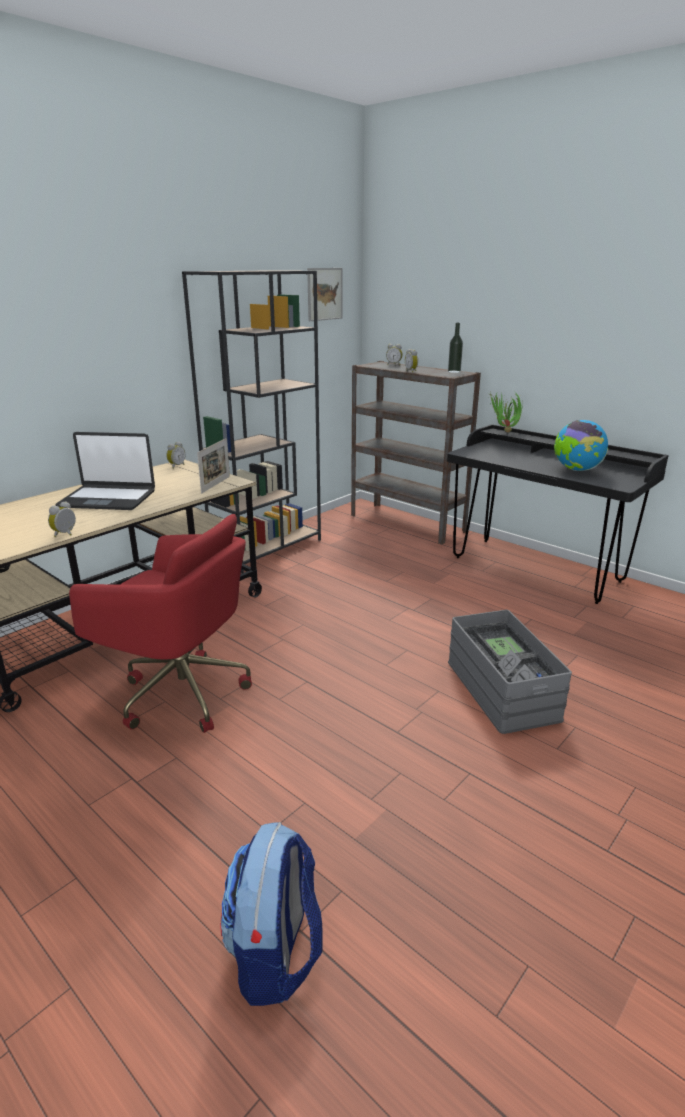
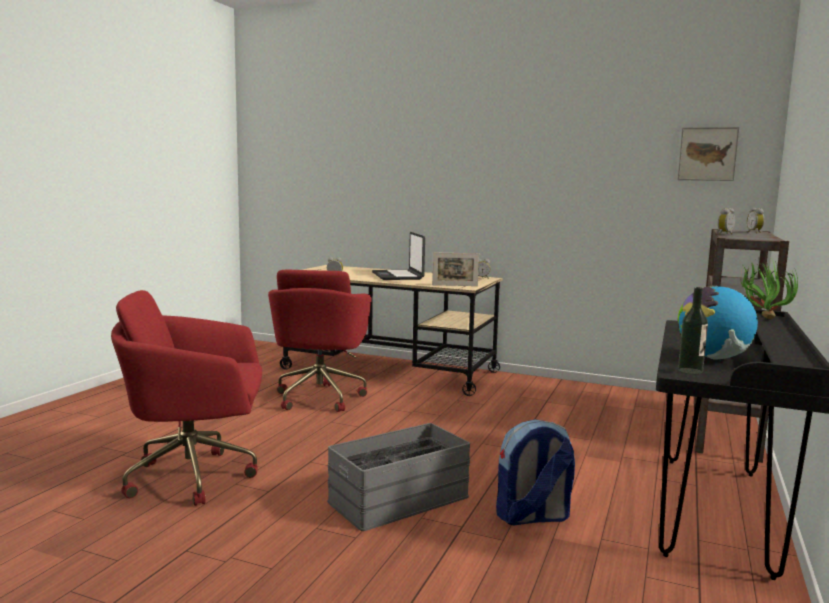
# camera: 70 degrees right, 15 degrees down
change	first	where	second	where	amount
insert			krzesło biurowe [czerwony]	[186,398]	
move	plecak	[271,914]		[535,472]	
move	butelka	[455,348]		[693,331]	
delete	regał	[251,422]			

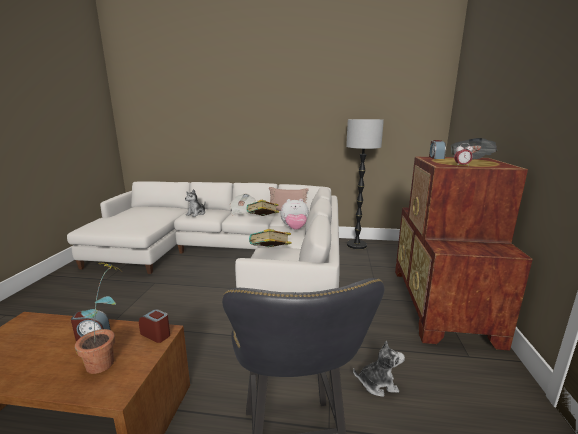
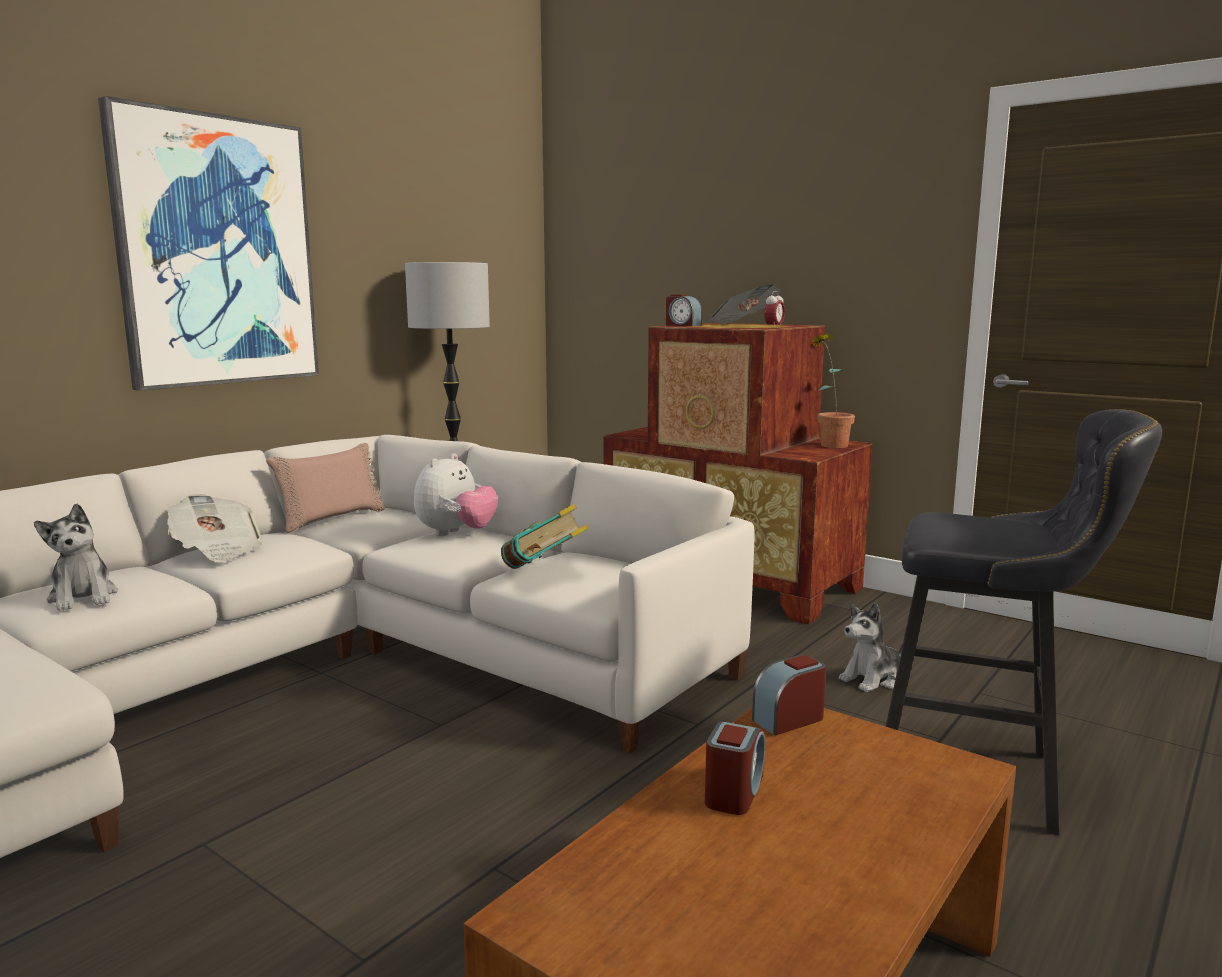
# camera: 60 degrees left, 5 degrees down
change	first	where	second	where	amount
insert			obraz	[208,243]	
move	roślina doniczkowa	[97,318]		[832,389]	
rotate	pluszak	[379,368]		[871,647]	150 degrees counterclockwise
delete	książka	[262,208]			

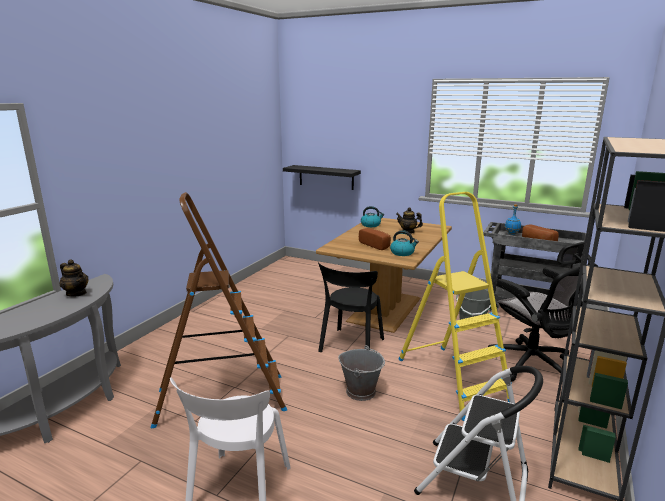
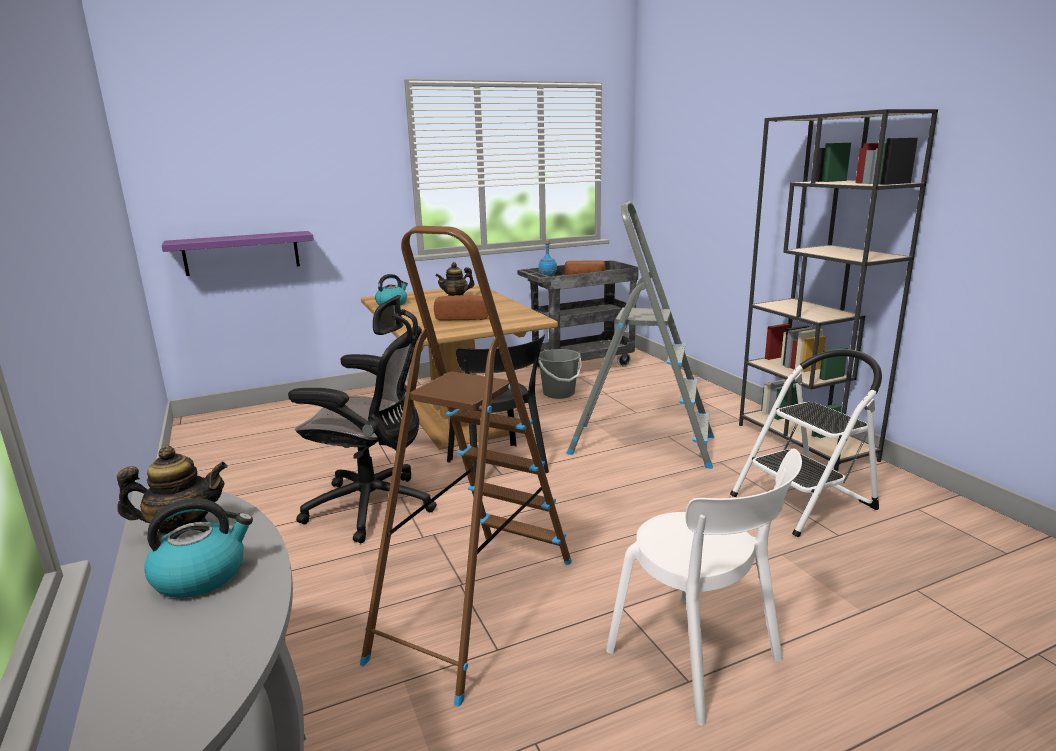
# camera: 50 degrees left, 0 degrees up
change	first	where	second	where	amount
move	czajnik	[404,243]		[198,548]	
recolor	półka [czarny]	[322,177]	półka [fioletowy]	[237,253]	
move	krzesło biurowe	[543,311]		[362,419]	
recolor	drabinka [żółty]	[455,306]	drabinka [szary]	[640,334]	
delete	wiadro [szary]	[361,373]			

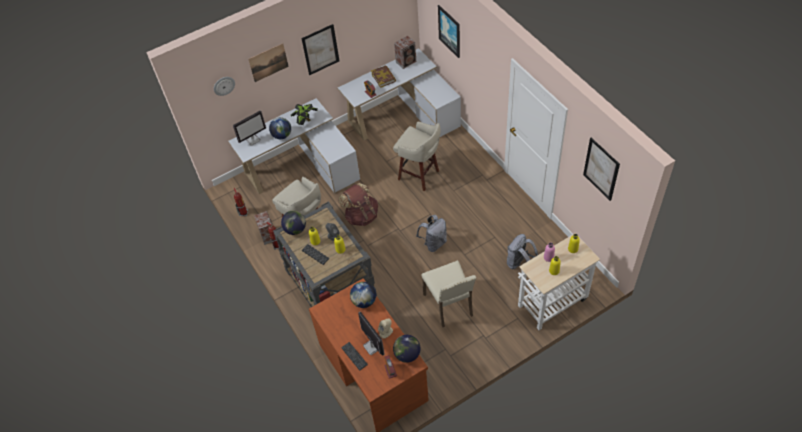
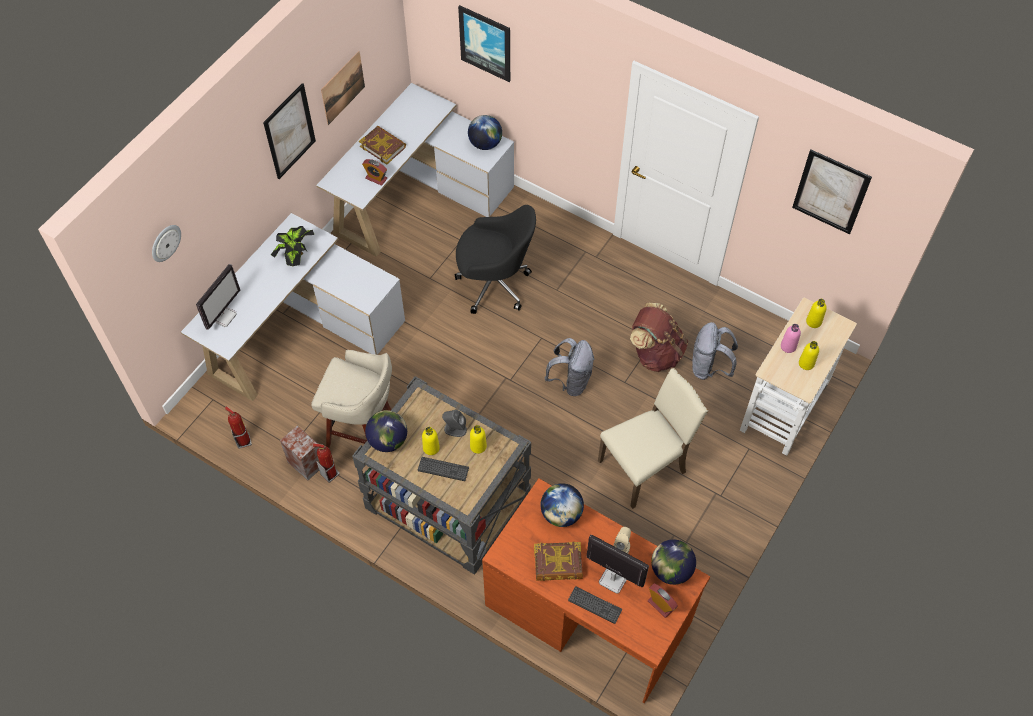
# camera: 30 degrees left, 5 degrees up
change	first	where	second	where	amount
move	obraz	[268,62]		[343,88]	
replace	stołek [beżowy]	[417,156]	krzesło biurowe [czarny]	[495,259]	
move	globus	[280,128]		[485,132]	
insert			książka	[558,561]	
rotate	krzesło [beżowy]	[448,293]		[653,438]	75 degrees counterclockwise
move	plecak [brązowy]	[358,204]		[659,337]	
delete	głośnik	[405,52]			

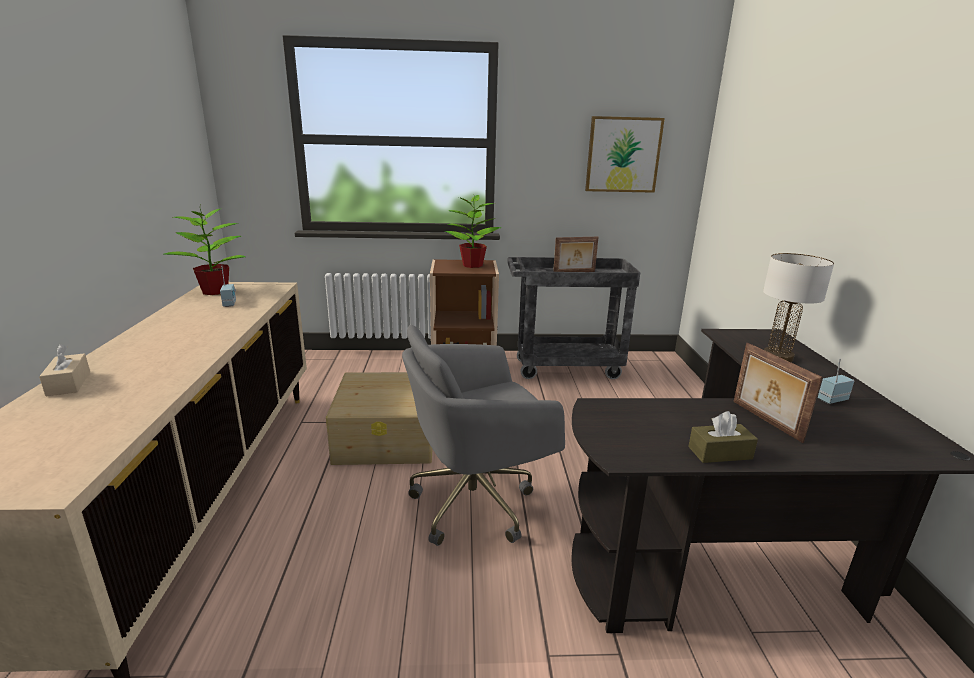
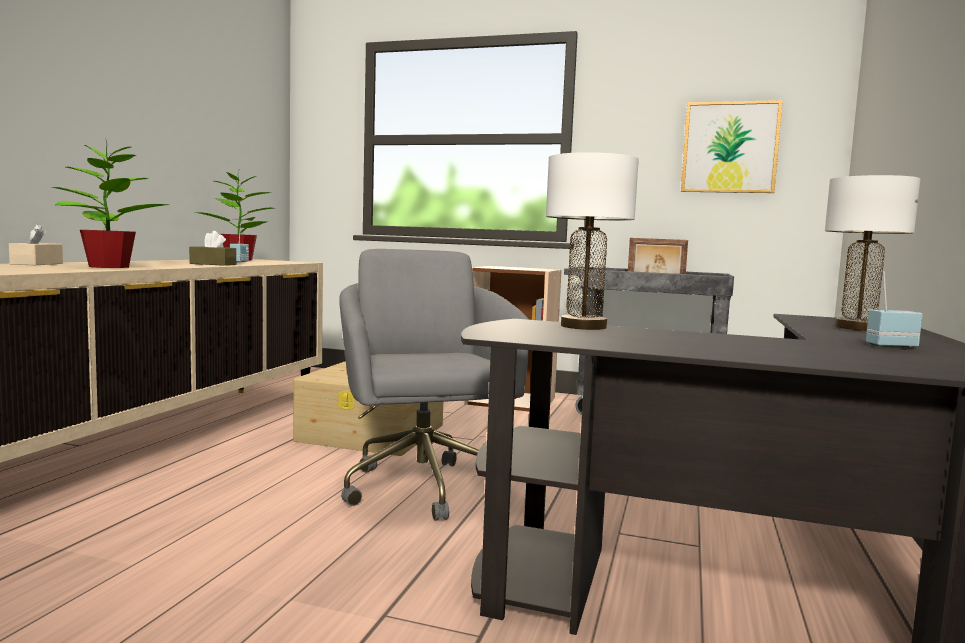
# camera: 20 degrees right, 15 degrees down
change	first	where	second	where	amount
move	roślina doniczkowa	[473,231]		[110,202]	
move	pudełko chusteczek [brązowy]	[723,437]		[212,248]	
rotate	krzesło biurowe [szary]	[483,435]		[434,385]	75 degrees clockwise
insert			lampa stołowa	[592,241]	
delete	ramka na zdjęcie	[777,393]			

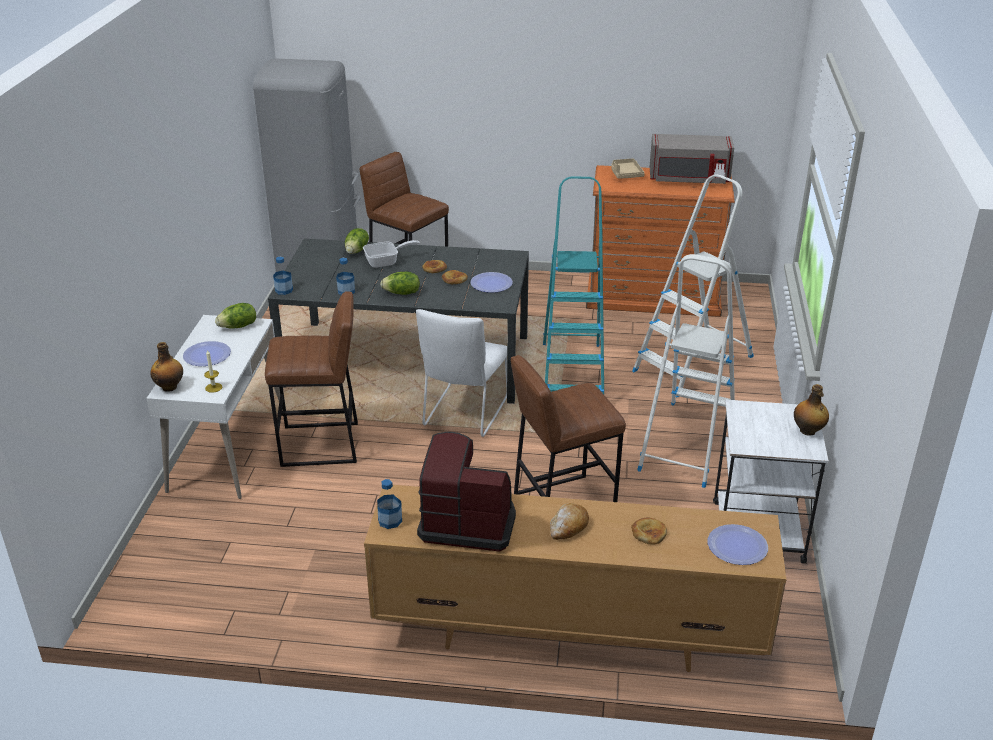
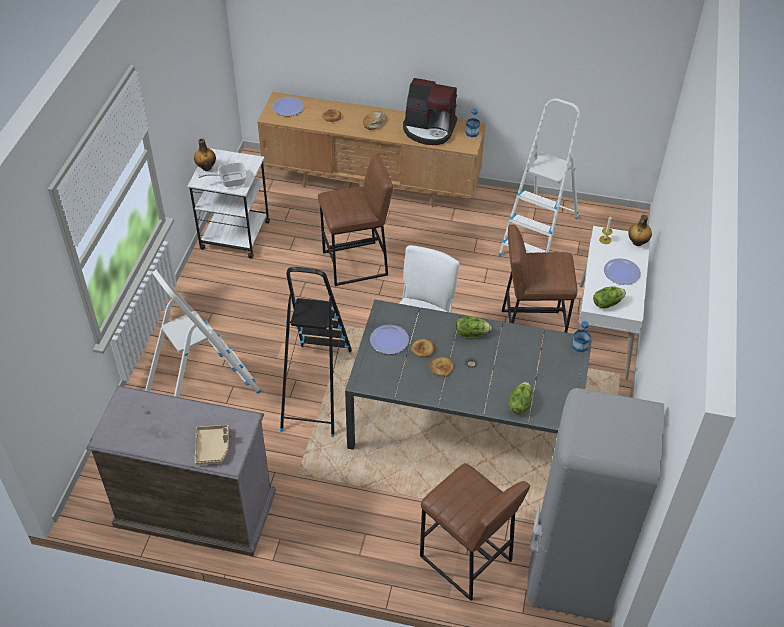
# camera: 175 degrees left, 15 degrees up
change	first	where	second	where	amount
recolor	komoda [pomarańczowy]	[660,241]	komoda [szary]	[181,471]	
move	patelnia	[391,254]		[222,174]	
recolor	drabinka [turkusowy]	[573,285]	drabinka [czarny]	[316,352]	
move	drabinka [biały]	[686,371]		[539,178]	
delete	butelka	[345,276]			
delete	mikrofalówka [szary]	[692,159]			

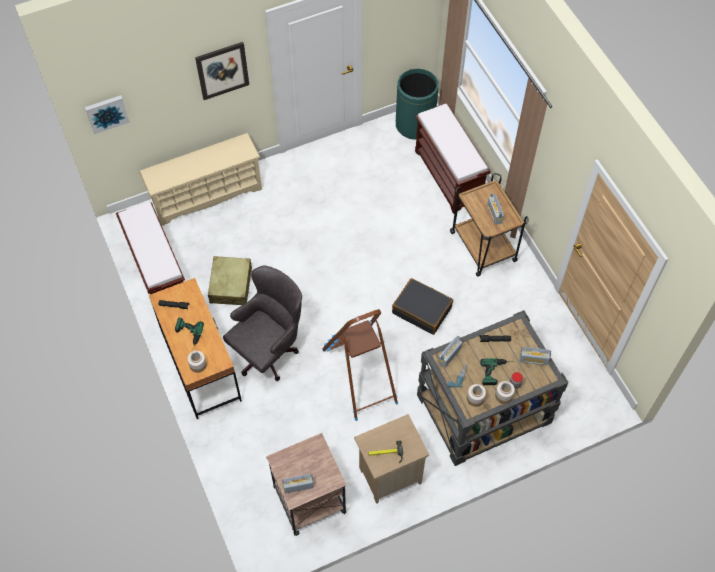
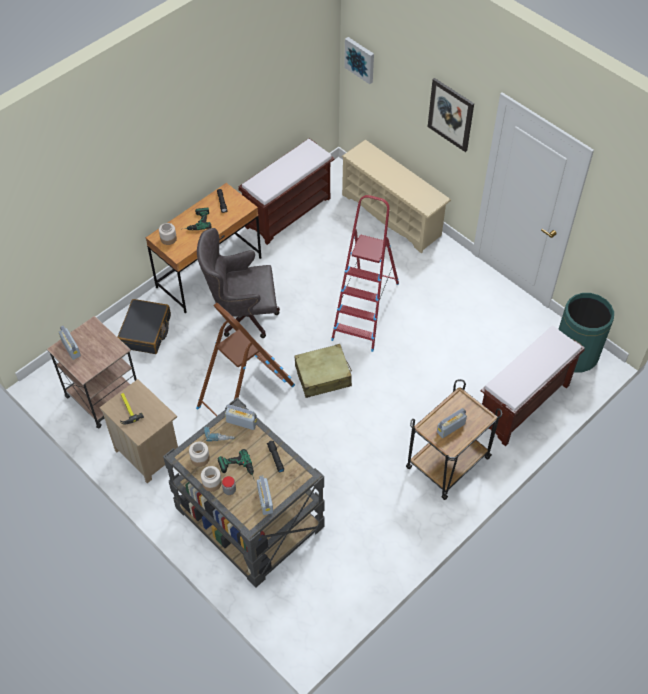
# camera: 70 degrees right, 5 degrees down
change	first	where	second	where	amount
move	walizka [czarny]	[422,306]		[144,326]	
rotate	krzesło biurowe [szary]	[262,323]		[238,283]	150 degrees clockwise
move	walizka [beżowy]	[230,280]		[323,371]	
insert			drabinka [czerwony]	[365,273]	

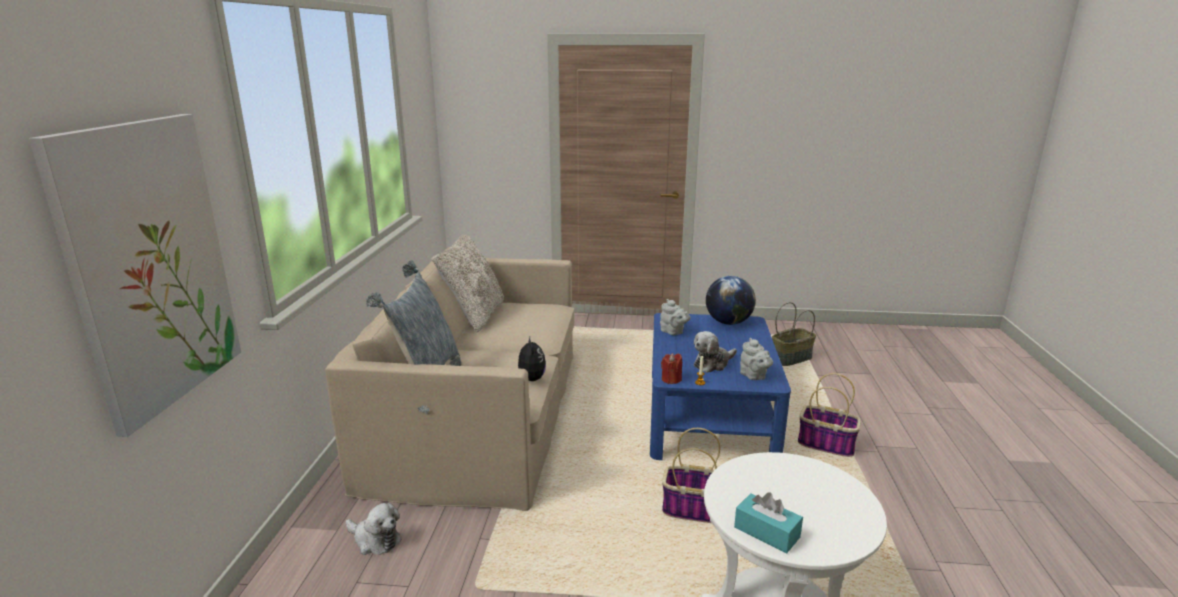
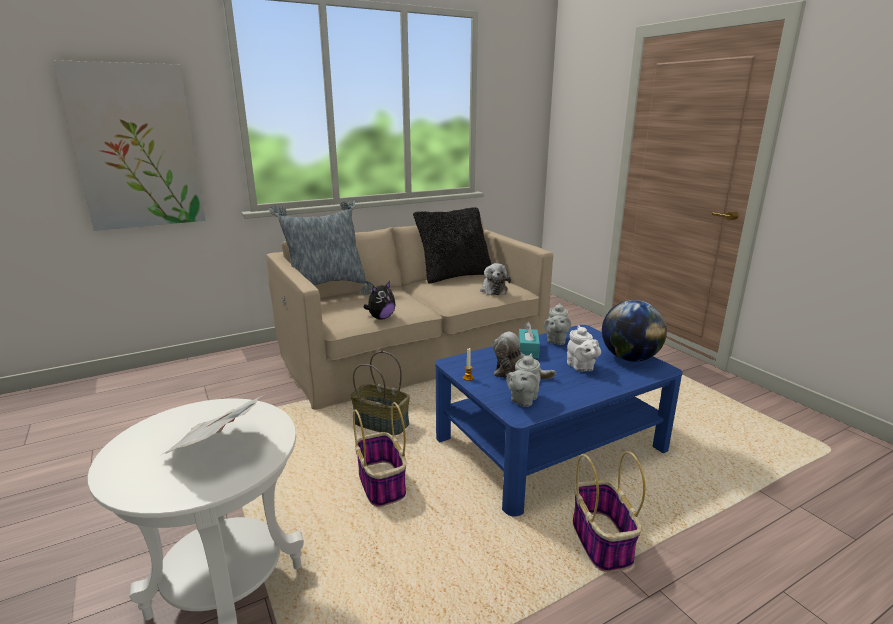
# camera: 55 degrees right, 0 degrees up
change	first	where	second	where	amount
insert			gazeta	[211,425]	
move	koszyk	[794,334]		[380,393]	
recolor	poduszka [beżowy]	[468,283]	poduszka [czarny]	[452,245]	
move	pluszak	[374,529]		[495,279]	
move	pudełko chusteczek [turkusowy]	[768,522]		[529,340]	
insert			imbryk [biały]	[584,348]	
delete	świeca [czerwony]	[671,368]			

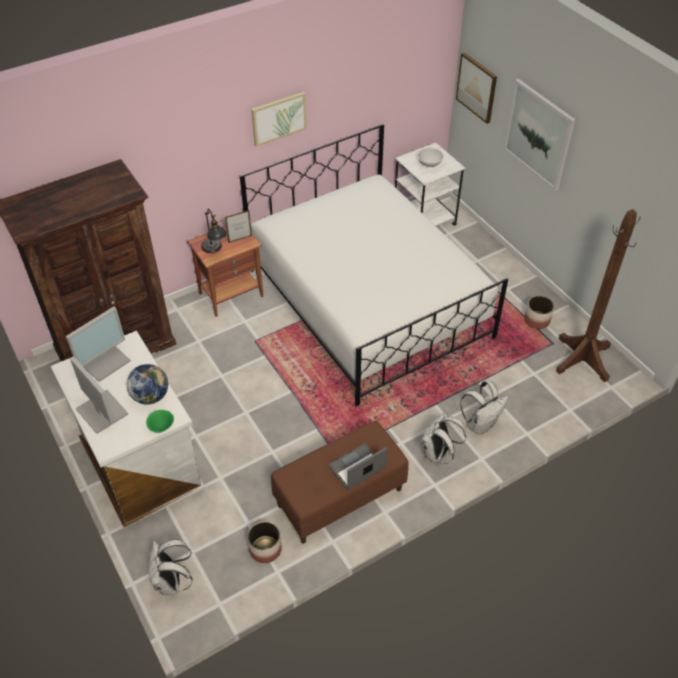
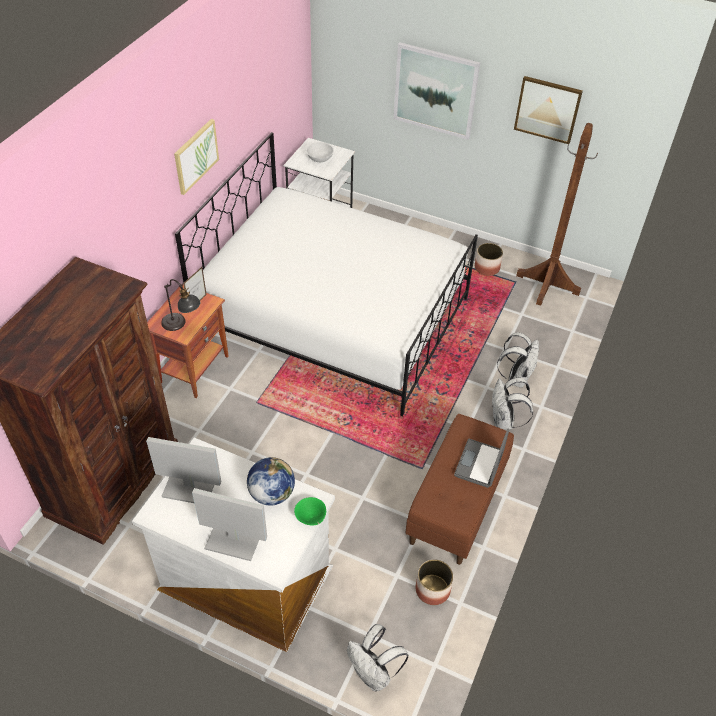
# camera: 35 degrees left, 0 degrees up
change	first	where	second	where	amount
rotate	monitor	[98,344]		[183,470]	90 degrees counterclockwise
move	obraz	[476,88]		[548,110]	

